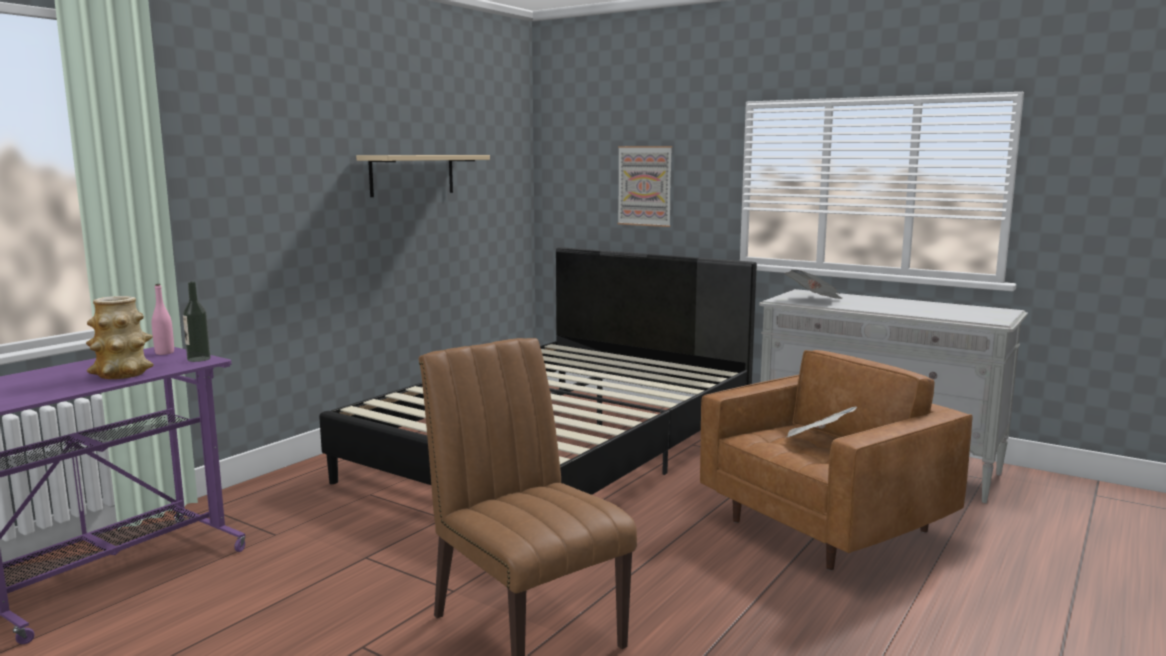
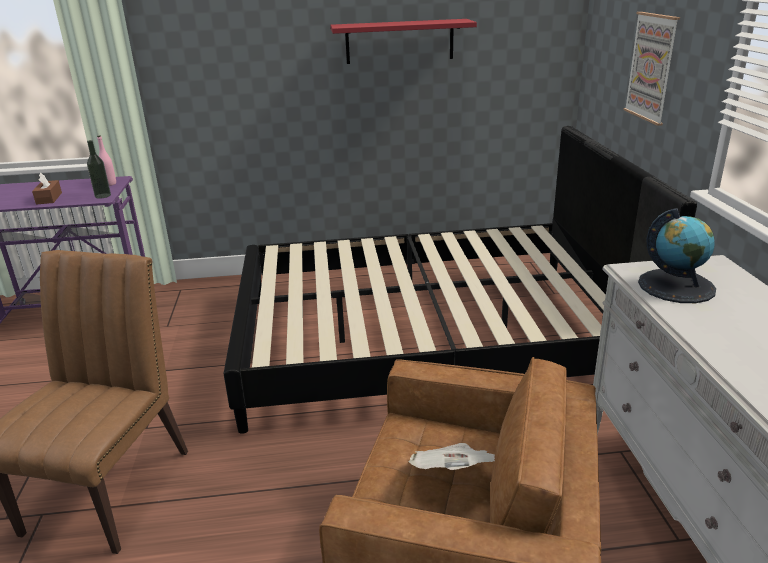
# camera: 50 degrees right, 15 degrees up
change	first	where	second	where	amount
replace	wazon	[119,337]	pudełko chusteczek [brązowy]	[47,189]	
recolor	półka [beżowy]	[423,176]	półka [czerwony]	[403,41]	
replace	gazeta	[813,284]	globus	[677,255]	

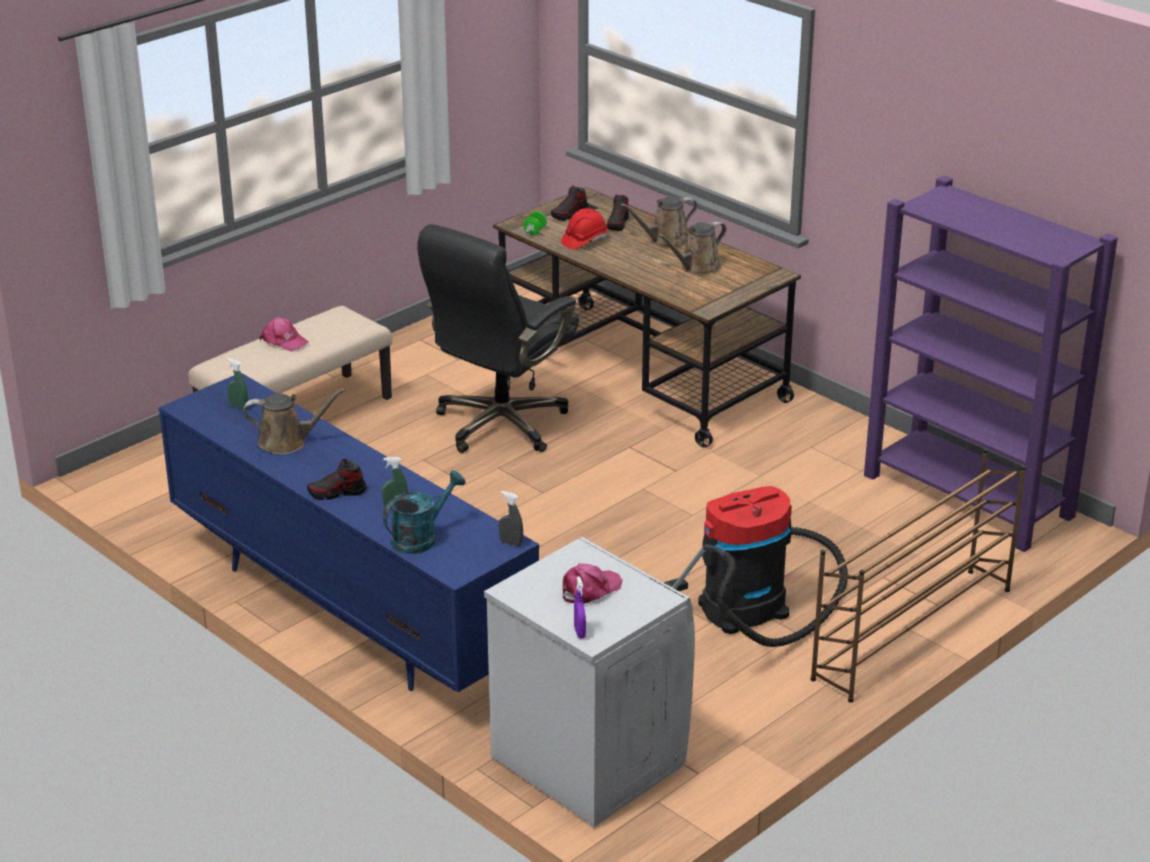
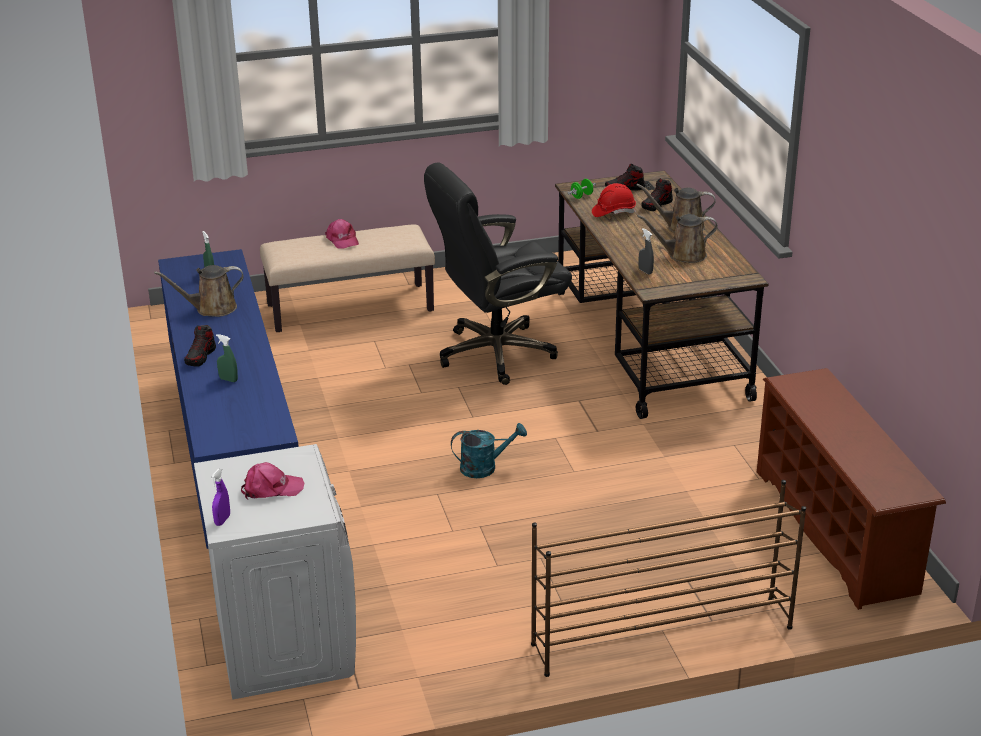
# camera: 30 degrees right, 0 degrees up
change	first	where	second	where	amount
rotate	konewka [brązowy]	[294,422]		[199,291]	135 degrees clockwise
rotate	but	[337,479]		[200,346]	90 degrees counterclockwise
move	konewka [turkusowy]	[424,512]		[489,450]	
move	spryskiwacz [szary]	[511,519]		[646,251]	
replace	regał [fioletowy]	[991,363]	regał na buty [brązowy]	[851,489]	
delete	odkurzacz	[755,566]			

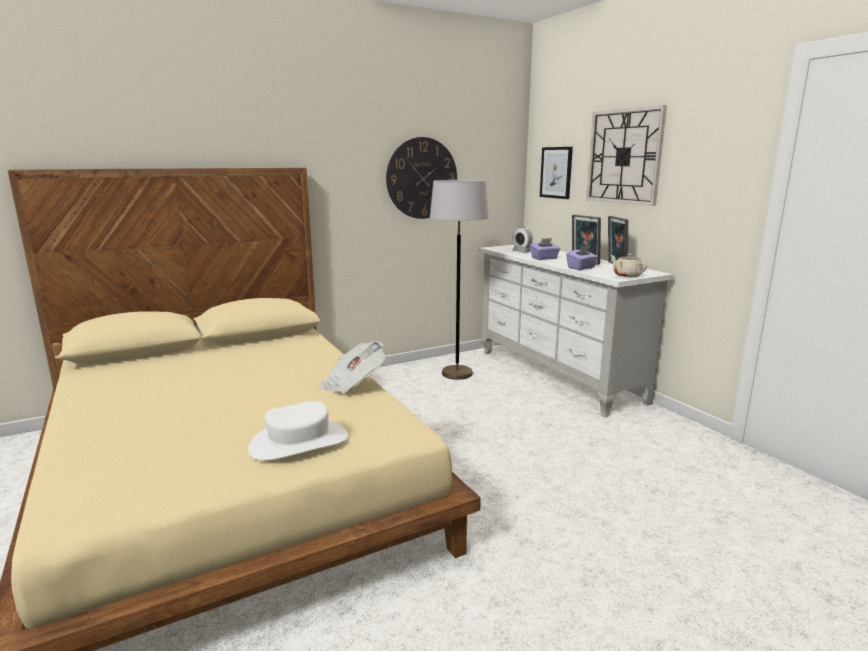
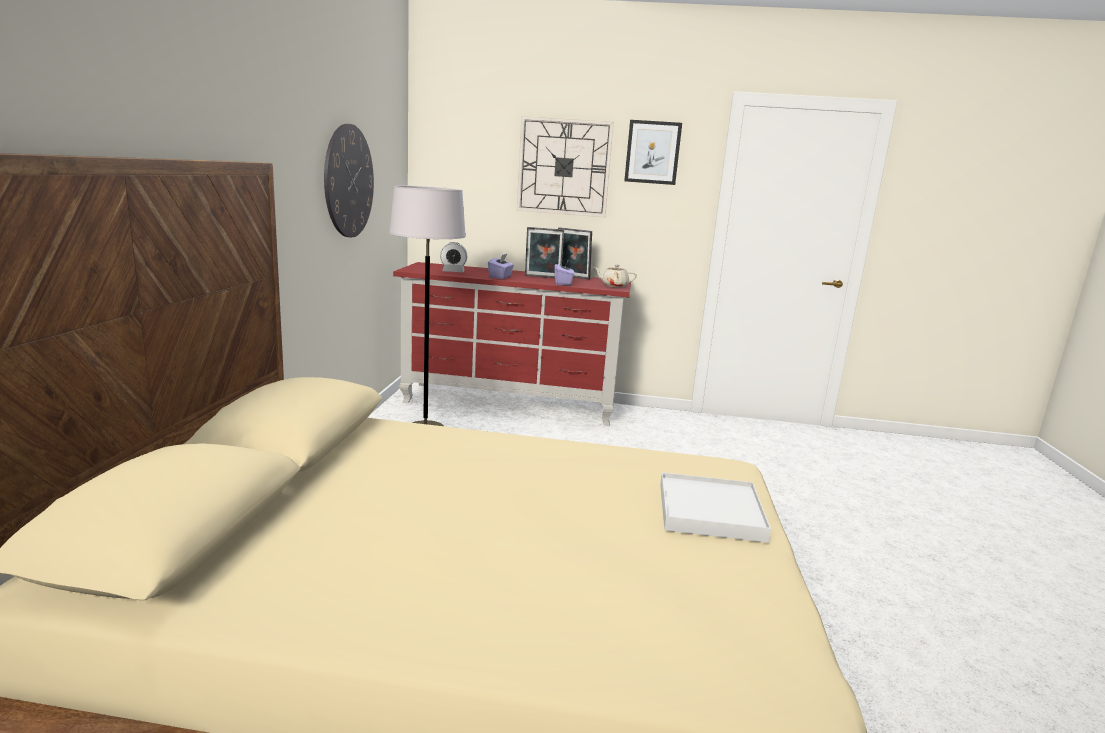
# camera: 55 degrees left, 0 degrees up
change	first	where	second	where	amount
recolor	komoda [biały]	[576,331]	komoda [czerwony]	[512,344]	
move	obraz	[556,173]		[653,152]	
replace	kapelusz [biały]	[298,431]	taca [biały]	[715,507]	
delete	gazeta	[352,367]			

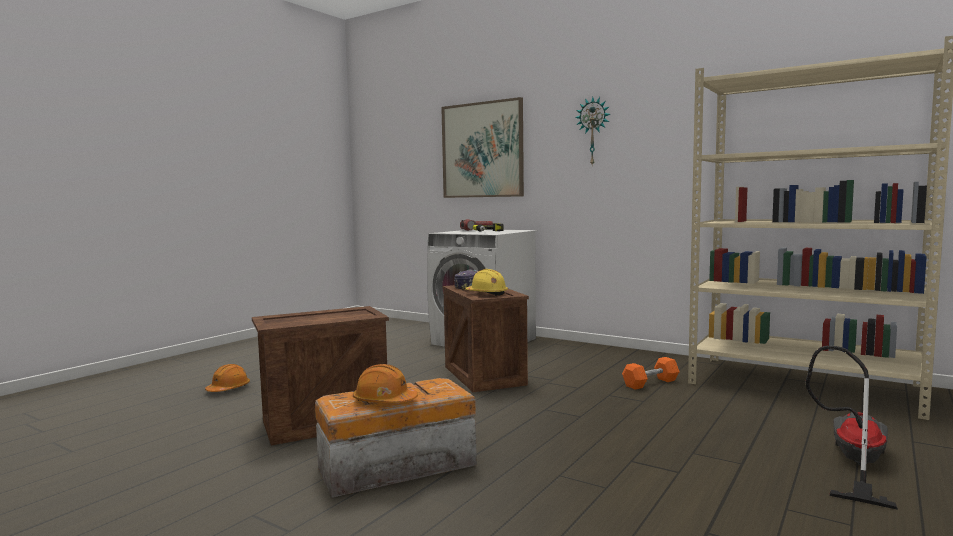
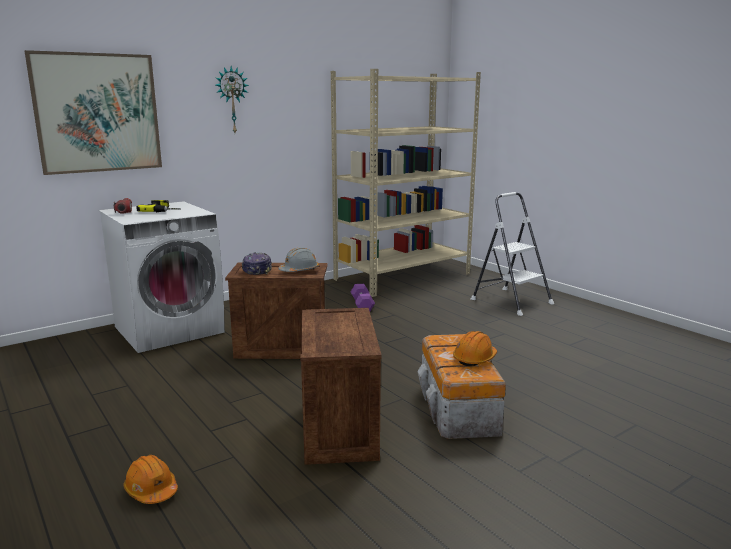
# camera: 70 degrees left, 10 degrees up
change	first	where	second	where	amount
recolor	kask [żółty]	[486,282]	kask [szary]	[298,260]	
recolor	hantel [pomarańczowy]	[651,373]	hantel [fioletowy]	[363,297]	
replace	odkurzacz	[851,428]	drabinka [biały]	[513,254]	

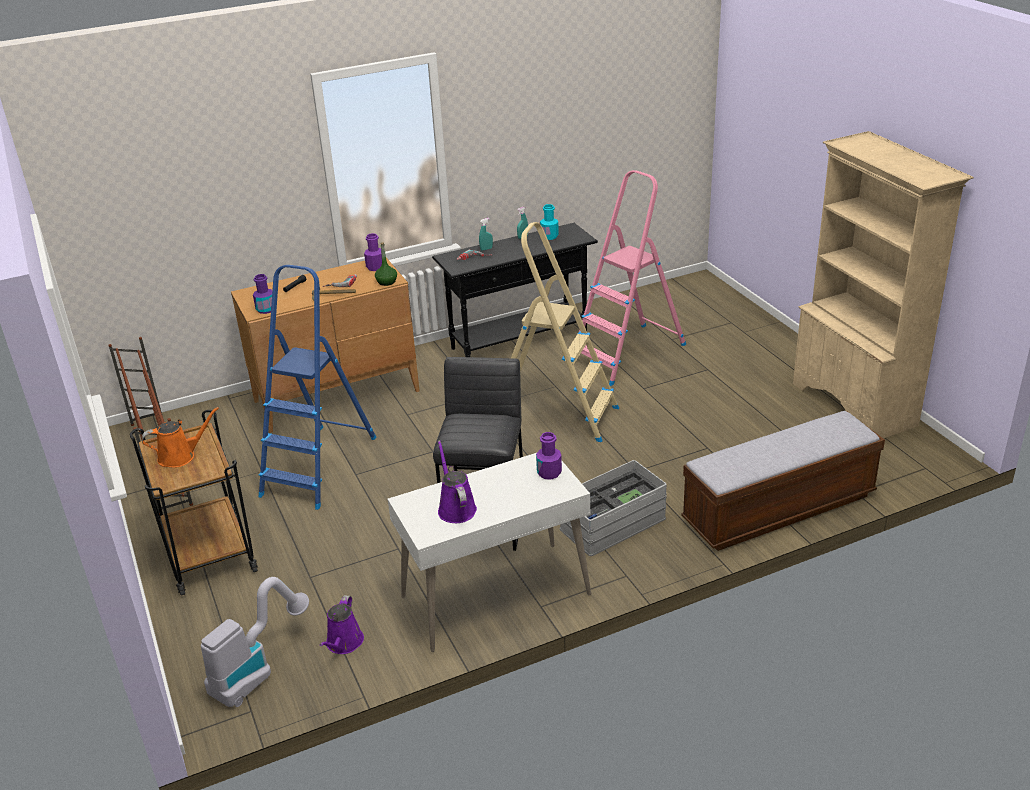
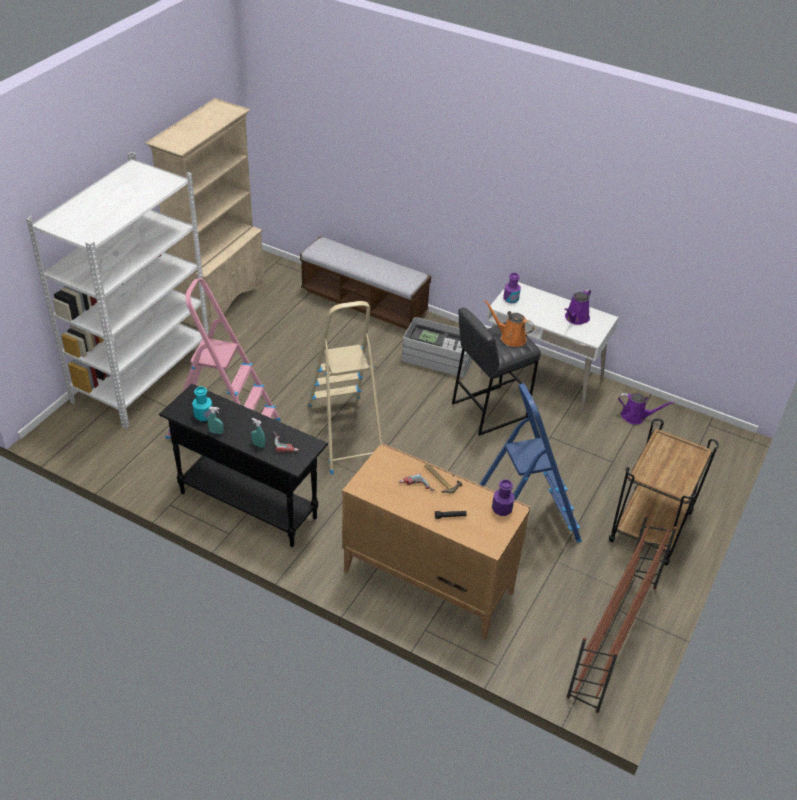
# camera: 130 degrees left, 10 degrees up
change	first	where	second	where	amount
insert			regał [biały]	[117,290]	
move	konewka [pomarańczowy]	[180,437]		[509,323]	
rotate	konewka [fioletowy]	[341,624]		[646,409]	45 degrees clockwise
delete	odkurzacz	[255,642]			
delete	butelka [fioletowy]	[373,252]			
delete	butelka [zielony]	[386,264]			

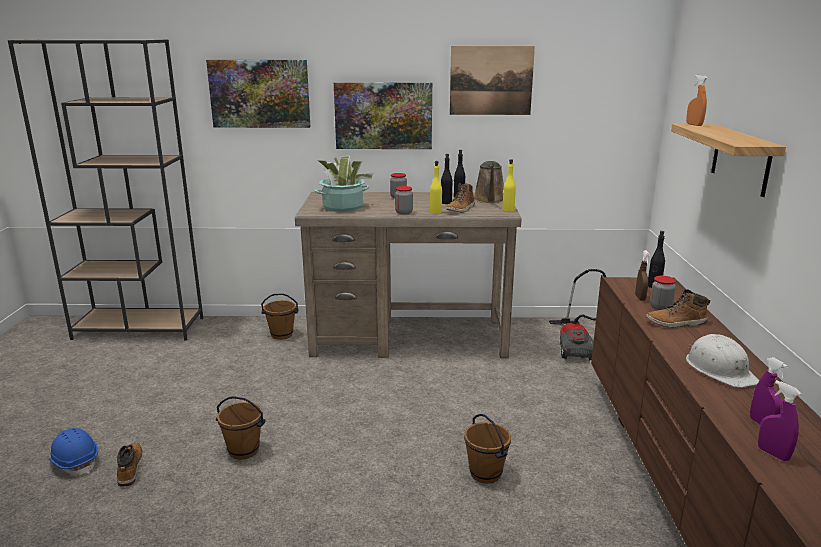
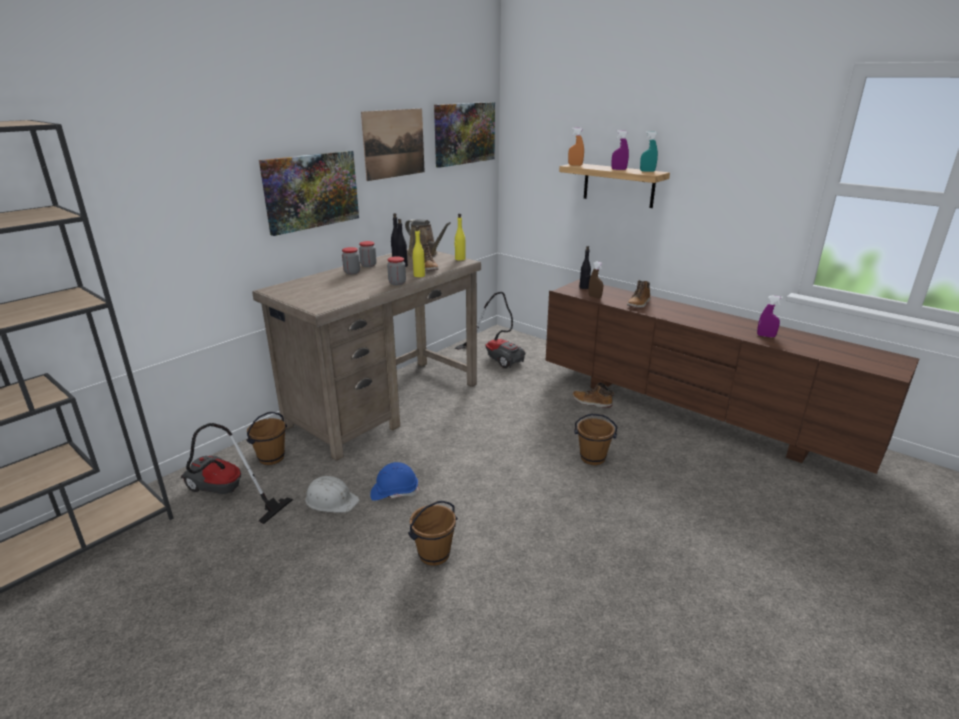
# camera: 50 degrees left, 5 degrees up
change	first	where	second	where	amount
insert			odkurzacz	[237,473]	
move	kask [biały]	[722,361]		[332,494]	
move	słoik	[663,293]		[368,254]	
move	kask [niebieski]	[73,452]		[394,481]	
move	obraz	[258,94]		[464,135]	
move	but z cholewką	[130,465]		[593,395]	
move	spryskiwacz [fioletowy]	[779,420]		[620,150]	
insert			spryskiwacz [turkusowy]	[649,151]	
delete	roślina doniczkowa	[344,184]			

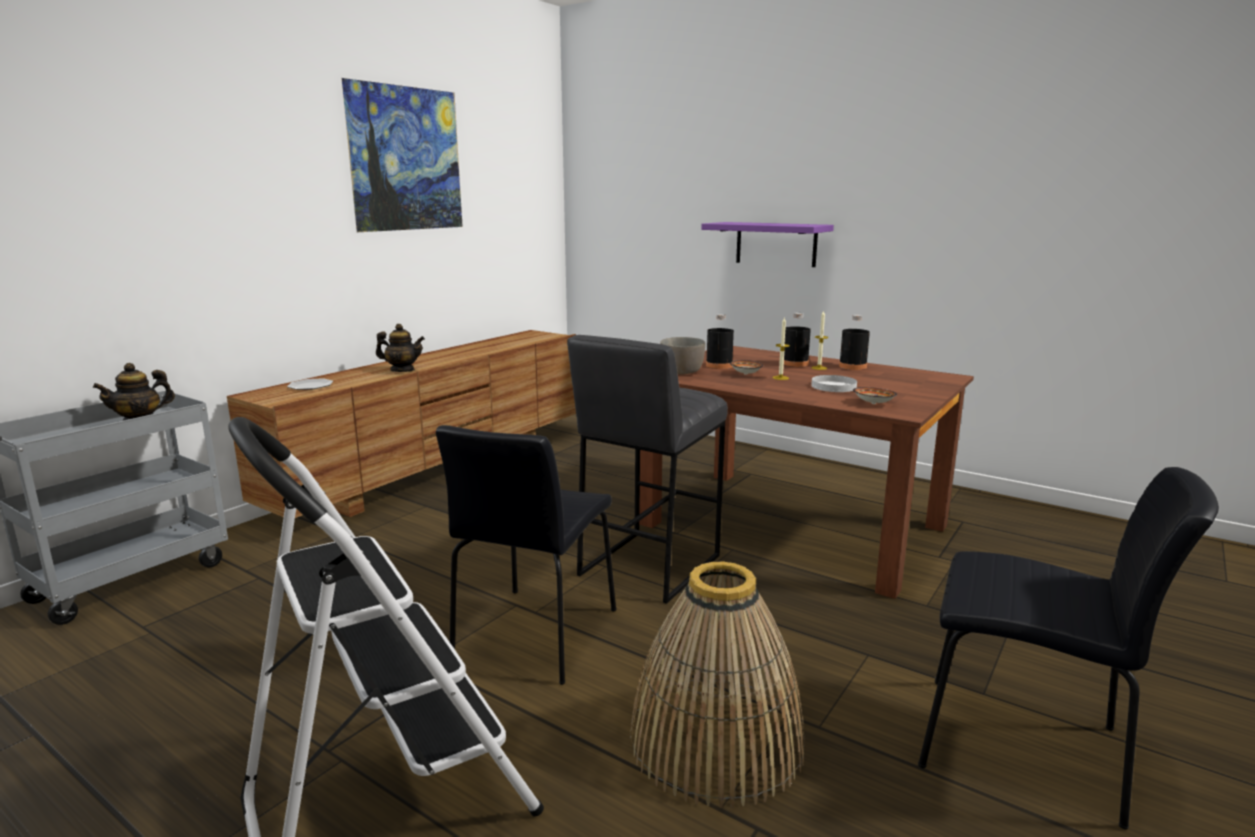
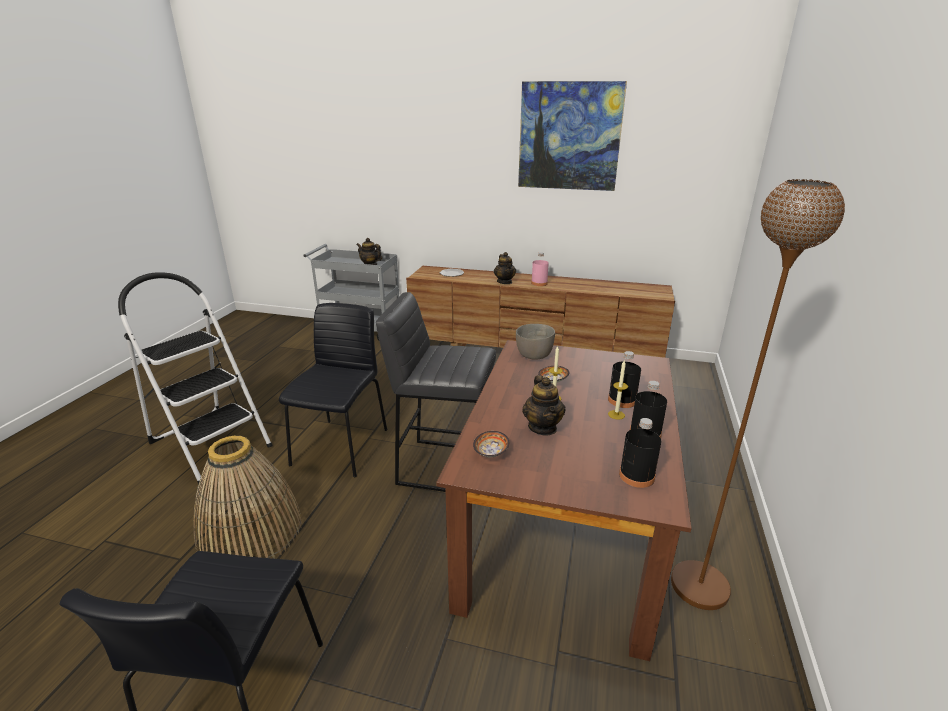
# camera: 70 degrees right, 10 degrees up
change	first	where	second	where	amount
rotate	krzesło [czarny]	[526,555]		[333,390]	105 degrees clockwise
replace	talerz [biały]	[834,383]	imbryk	[544,405]	
insert			butelka [różowy]	[540,269]	
move	butelka [czarny]	[720,341]		[640,453]	
insert			lampa stojąca [brązowy]	[758,394]	
delete	półka [fioletowy]	[767,244]			

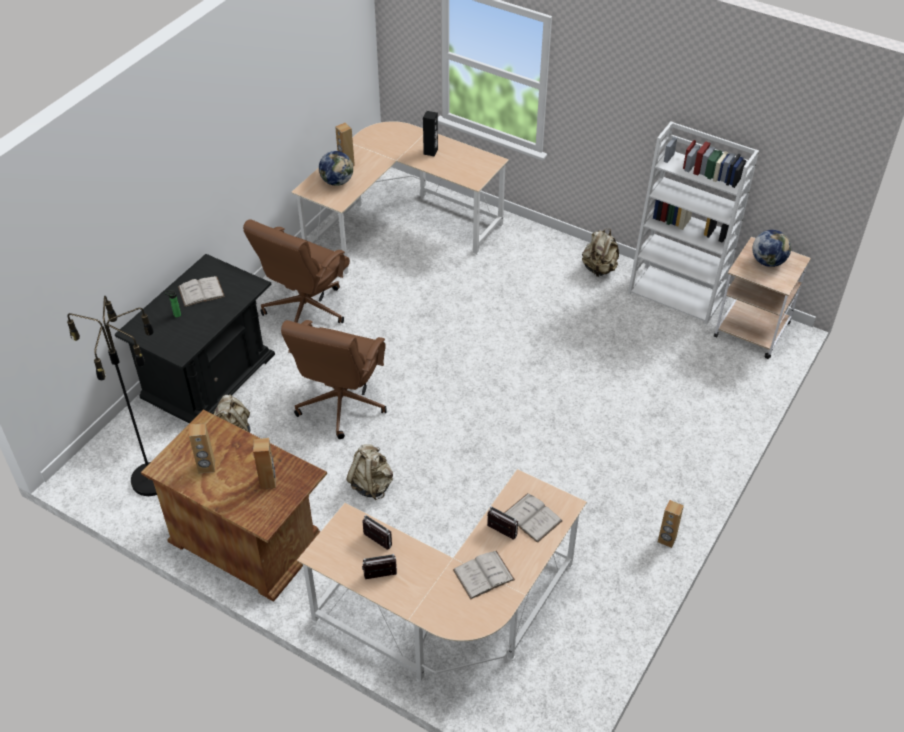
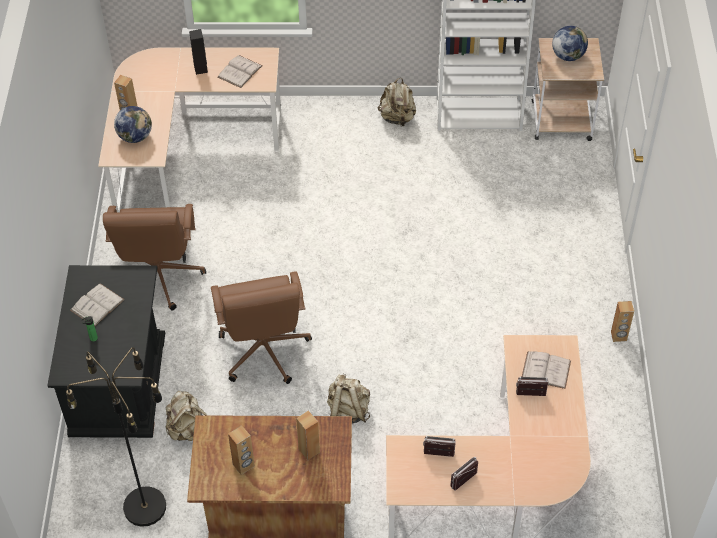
# camera: 30 degrees left, 5 degrees up
change	first	where	second	where	amount
move	książka [biały]	[484,575]		[240,71]	

